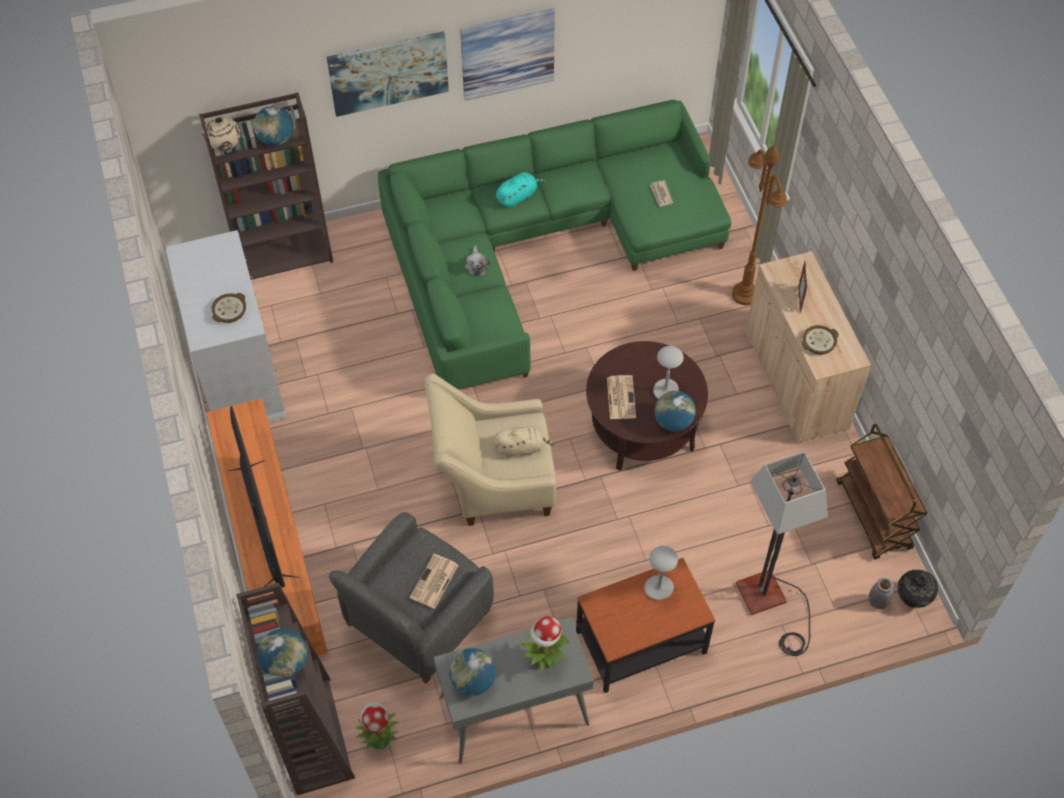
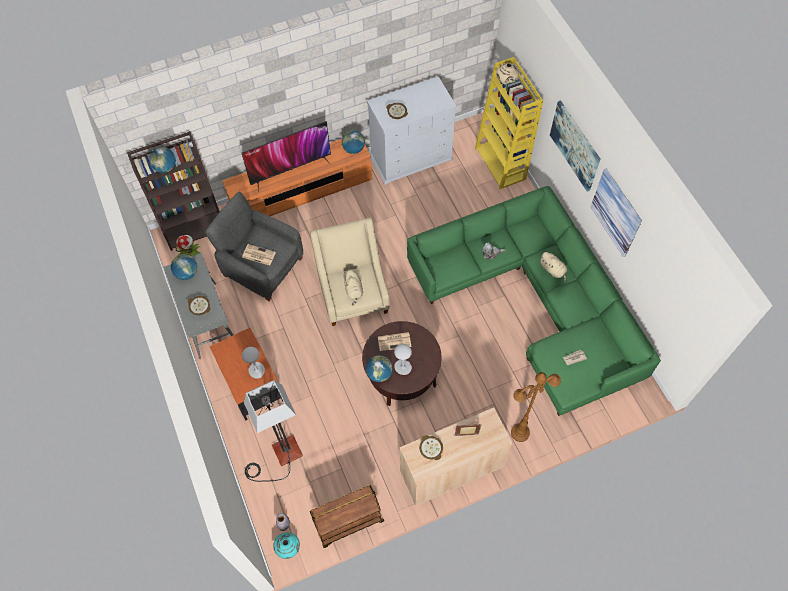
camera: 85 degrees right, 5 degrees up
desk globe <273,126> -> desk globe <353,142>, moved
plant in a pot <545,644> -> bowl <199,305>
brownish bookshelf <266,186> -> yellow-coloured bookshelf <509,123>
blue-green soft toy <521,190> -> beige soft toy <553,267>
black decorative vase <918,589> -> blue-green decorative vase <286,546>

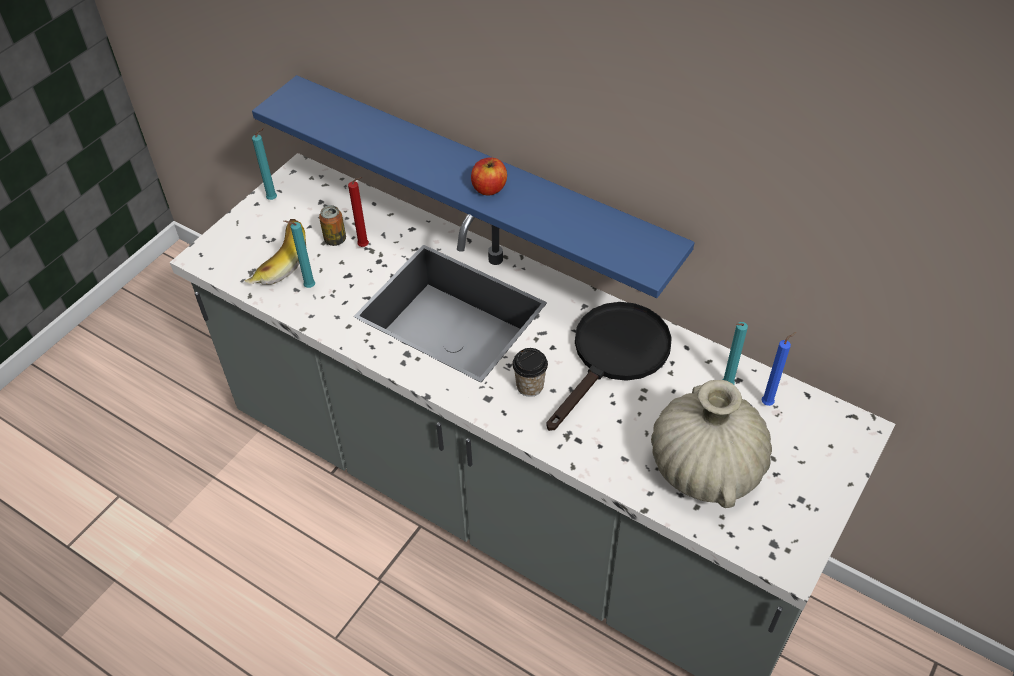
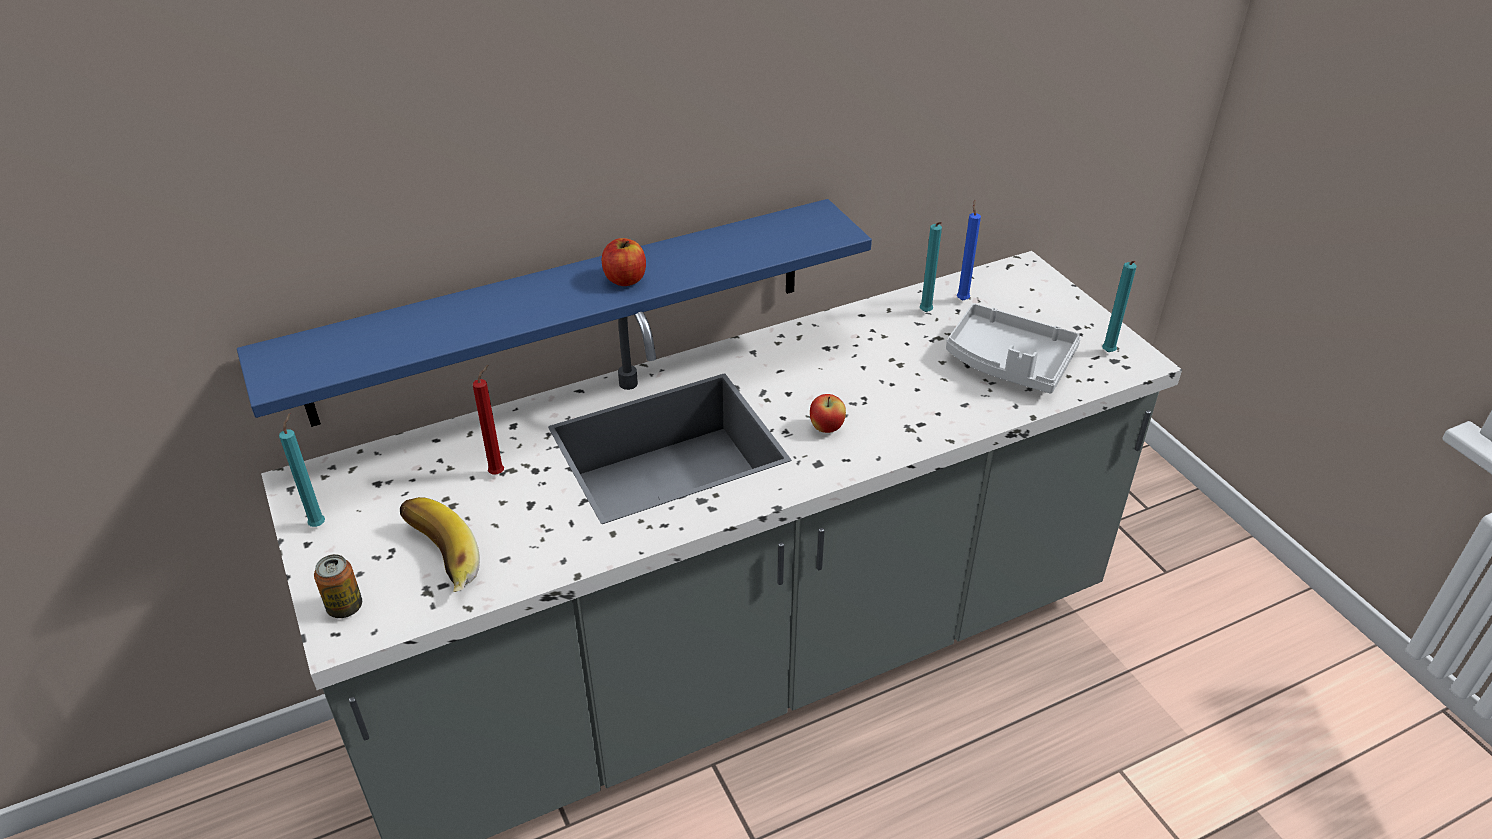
camera: 60 degrees left, 10 degrees down
black skillet <609,366> -> none
blue-green wax candle <299,254> -> blue-green wax candle <1119,306>, moved
can <332,225> -> can <338,586>, moved
cup <530,372> -> apple fruit <828,413>
beige decorative vase <711,444> -> gray carrying tray <1013,348>

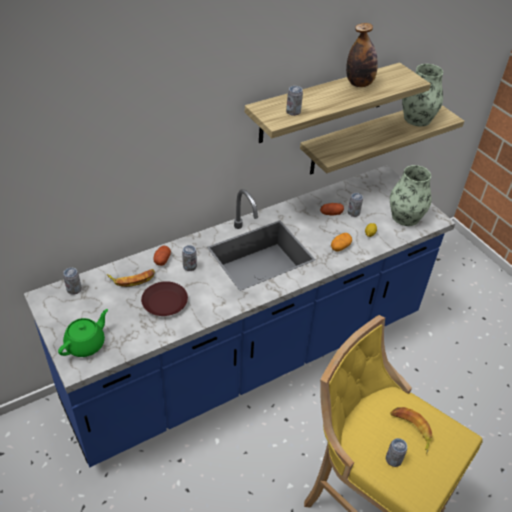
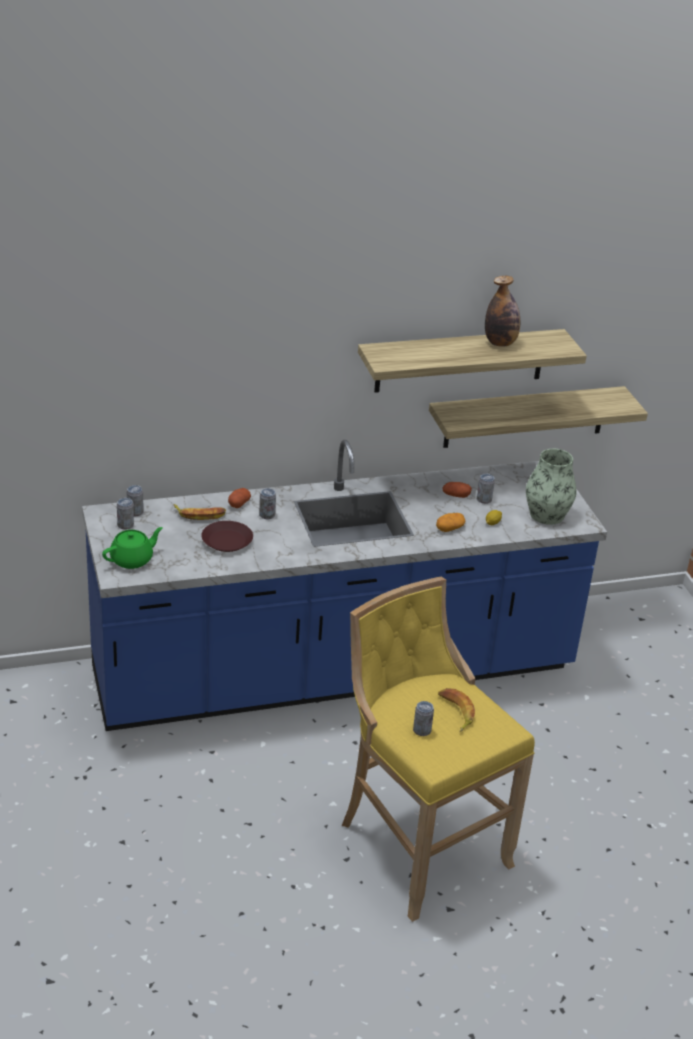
camera: 15 degrees right, 10 degrees down
decorative vase <422,95> -> none
can <294,101> -> can <125,514>, moved

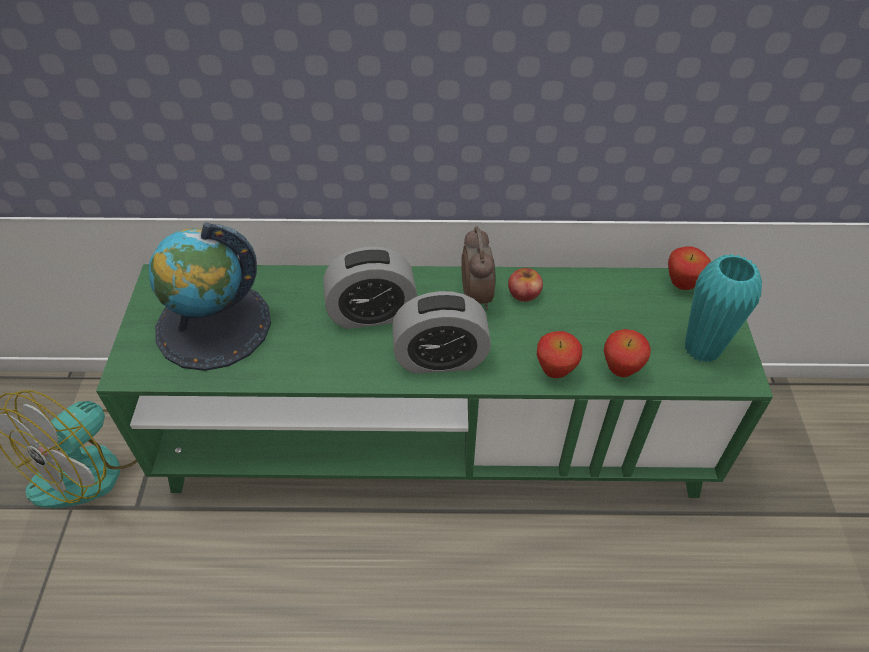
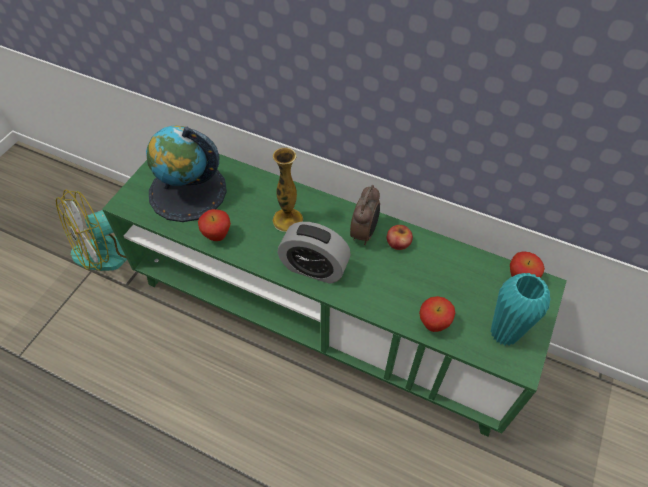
camera: 25 degrees right, 5 degrees up
apple fruit <559,354> -> apple fruit <214,225>, moved
bedside clock <370,288> -> decorative vase <288,190>

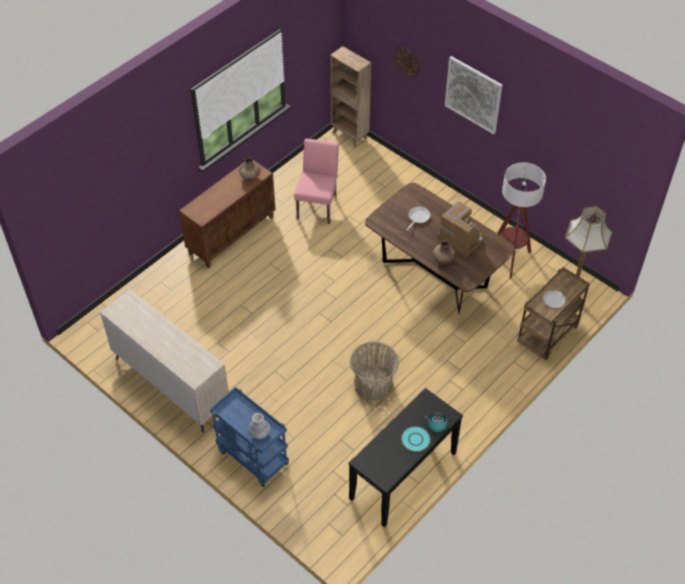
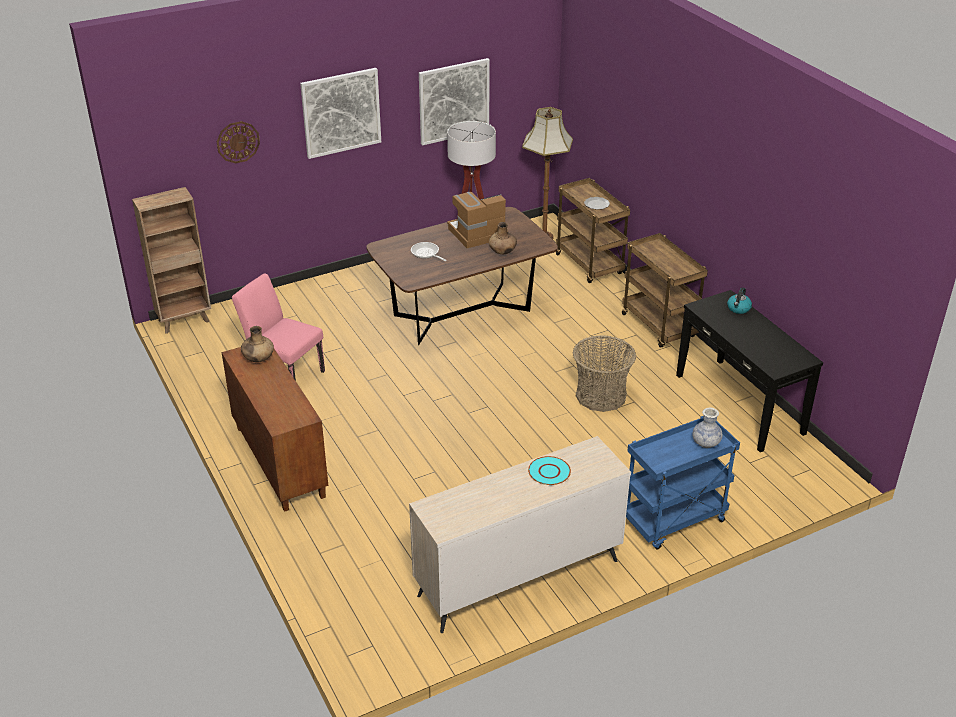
camera: 70 degrees left, 15 degrees down
none -> wall picture <454,102>
none -> brownish wheeled cart <665,290>
blue-green dinner plate <416,439> -> blue-green dinner plate <549,470>, moved

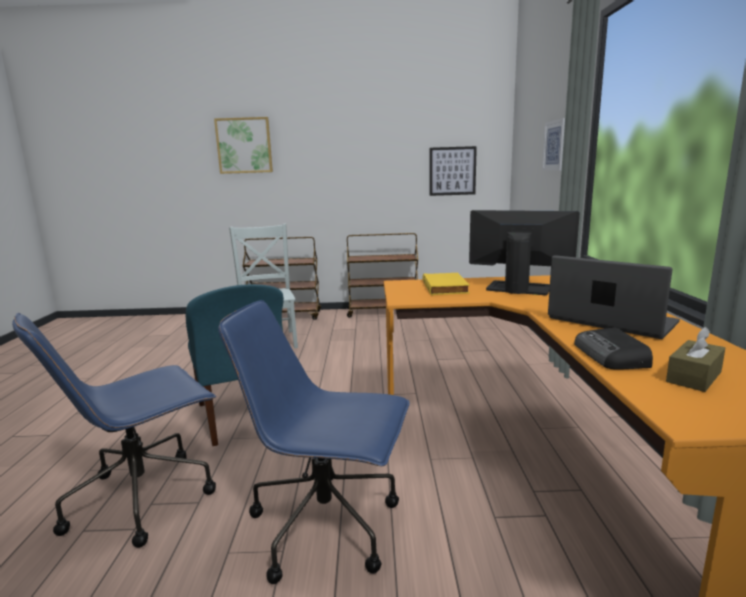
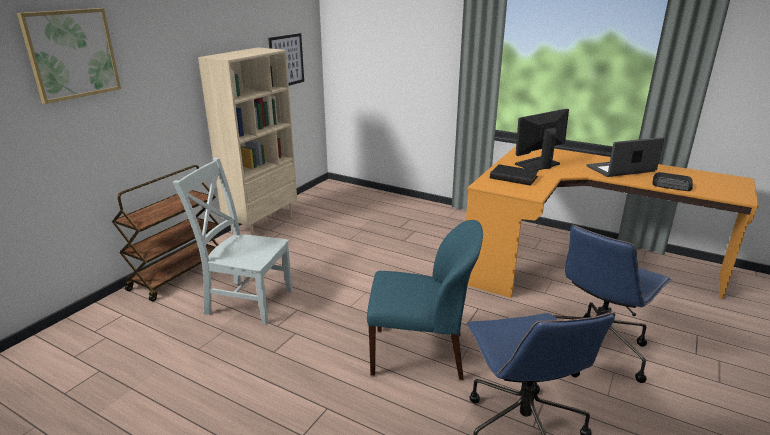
camera: 60 degrees left, 10 degrees up
wall picture <553,144> -> none
brownish box of tissues <695,359> -> none
brownish wheeled cart <382,275> -> beige bookshelf <247,141>
yellow-coloured volume <446,284> -> black volume <514,175>

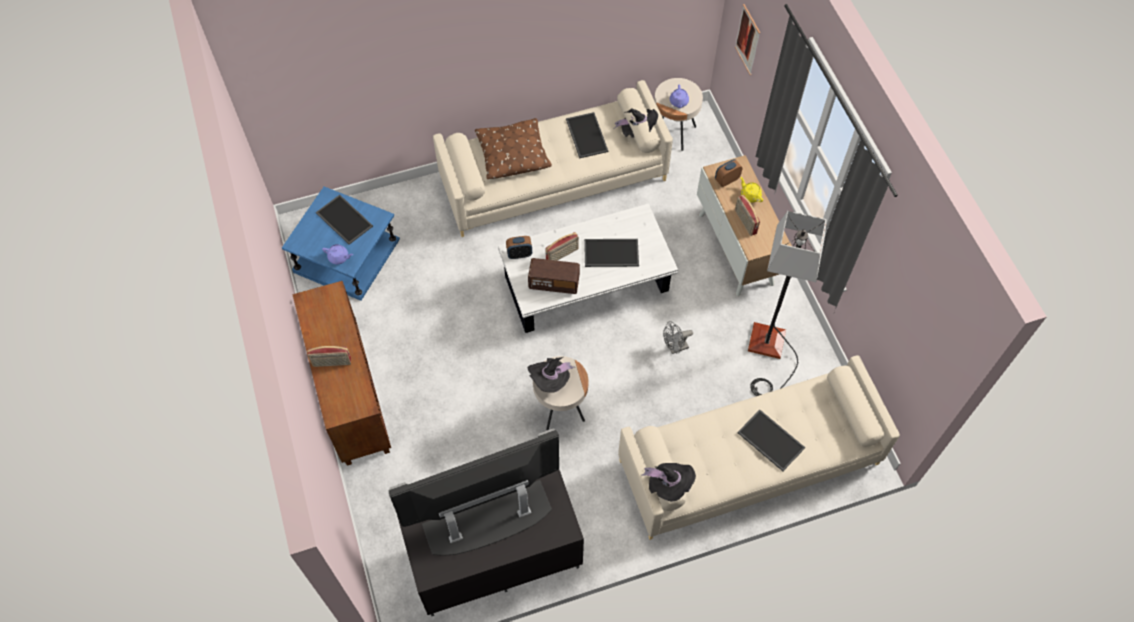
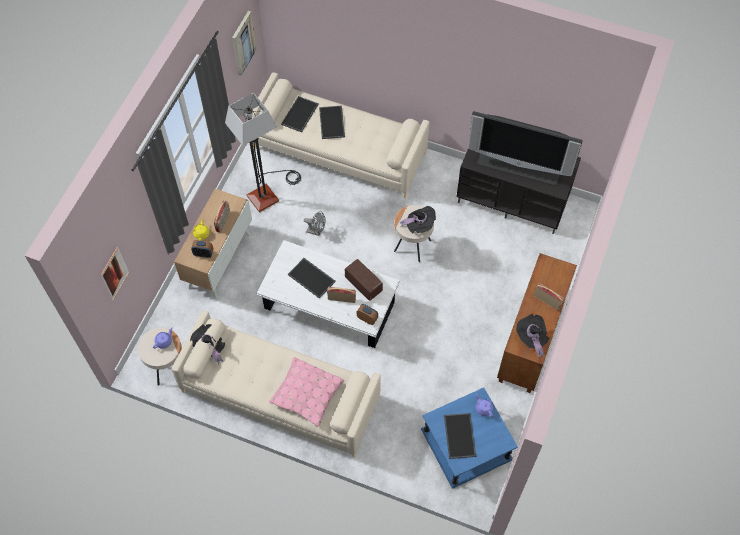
camera: 140 degrees left, 0 degrees up
none -> wall picture <244,43>
carrying tray <587,135> -> carrying tray <300,114>, moved
black clothing hat <668,482> -> black clothing hat <532,336>, moved
brownish pillow <513,148> -> pink-coloured pillow <306,392>

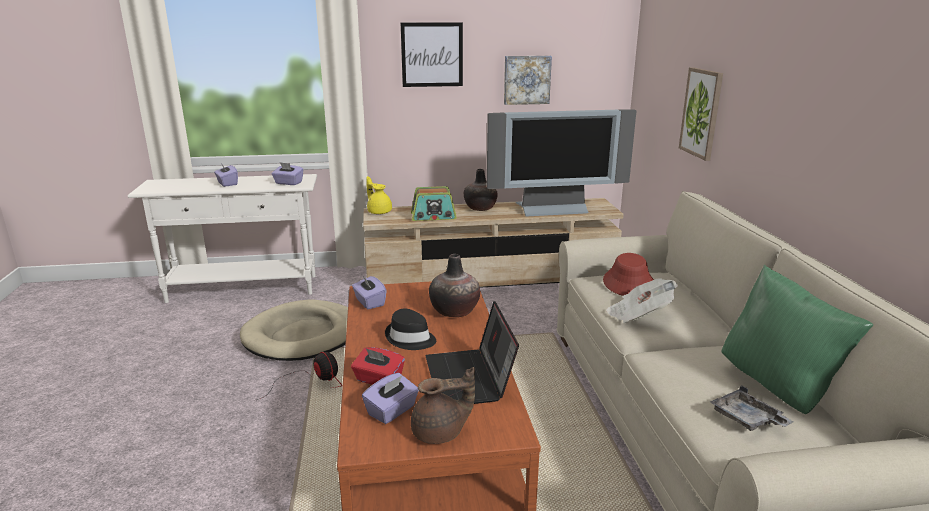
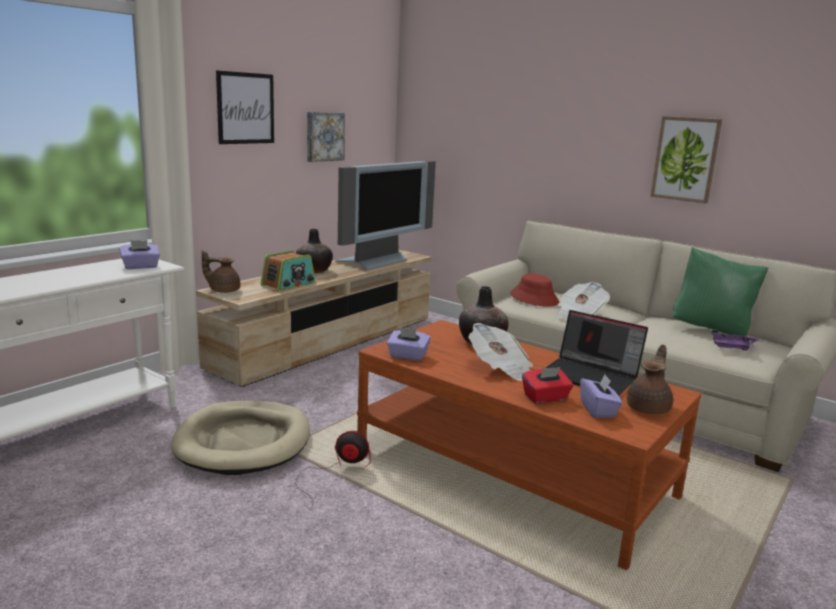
camera: 45 degrees left, 5 degrees down
purple-coloured box of tissues <226,175> -> none
wall picture <701,114> -> wall picture <686,160>, moved
black clothing hat <410,329> -> newspaper <501,352>
yellow-coloured teapot <379,195> -> brownish teapot <220,272>
gray carrying tray <752,408> -> purple-coloured carrying tray <735,340>

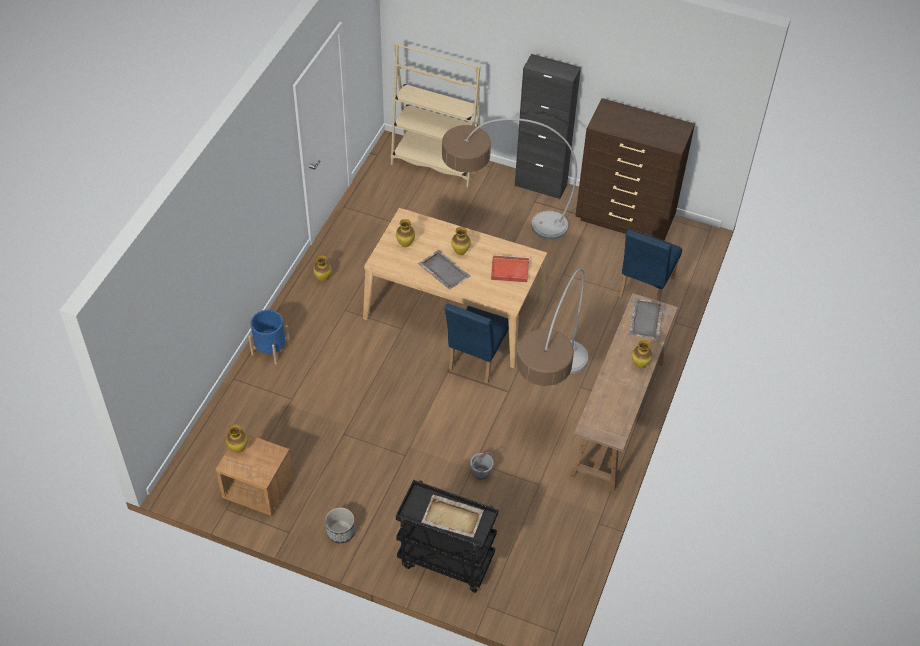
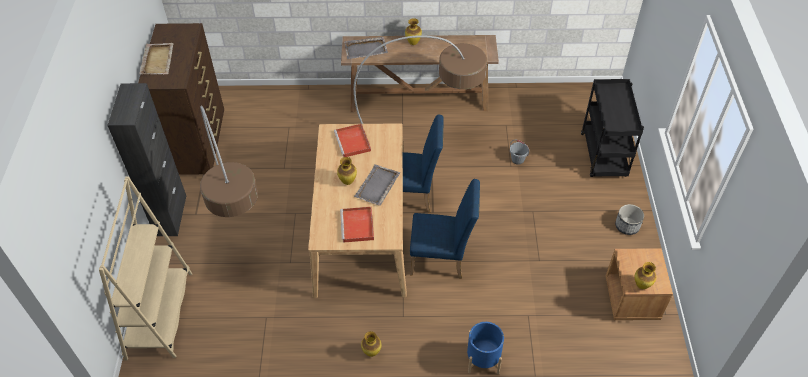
camera: 110 degrees left, 0 degrees up
beige carrying tray <452,516> -> beige carrying tray <156,59>, moved
blue-coloured upright chair <650,266> -> blue-coloured upright chair <445,229>, moved
decorative vase <405,233> -> red-coloured carrying tray <357,225>

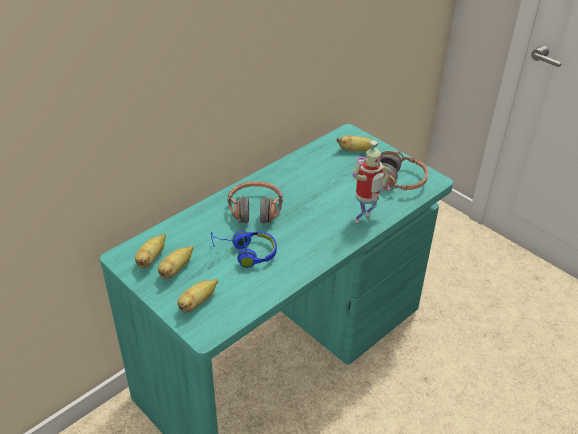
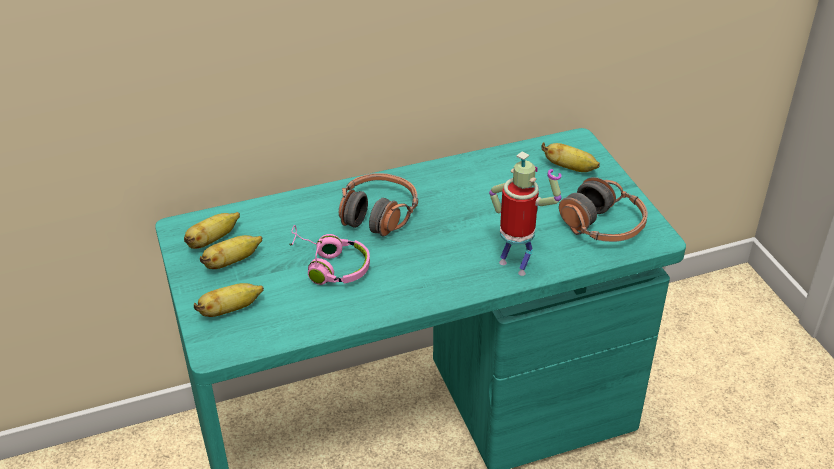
camera: 25 degrees right, 0 degrees up
blue-coloured pair of headphones <244,249> -> pink-coloured pair of headphones <329,255>
model robot <372,181> -> model robot <525,214>, 120 degrees counterclockwise

